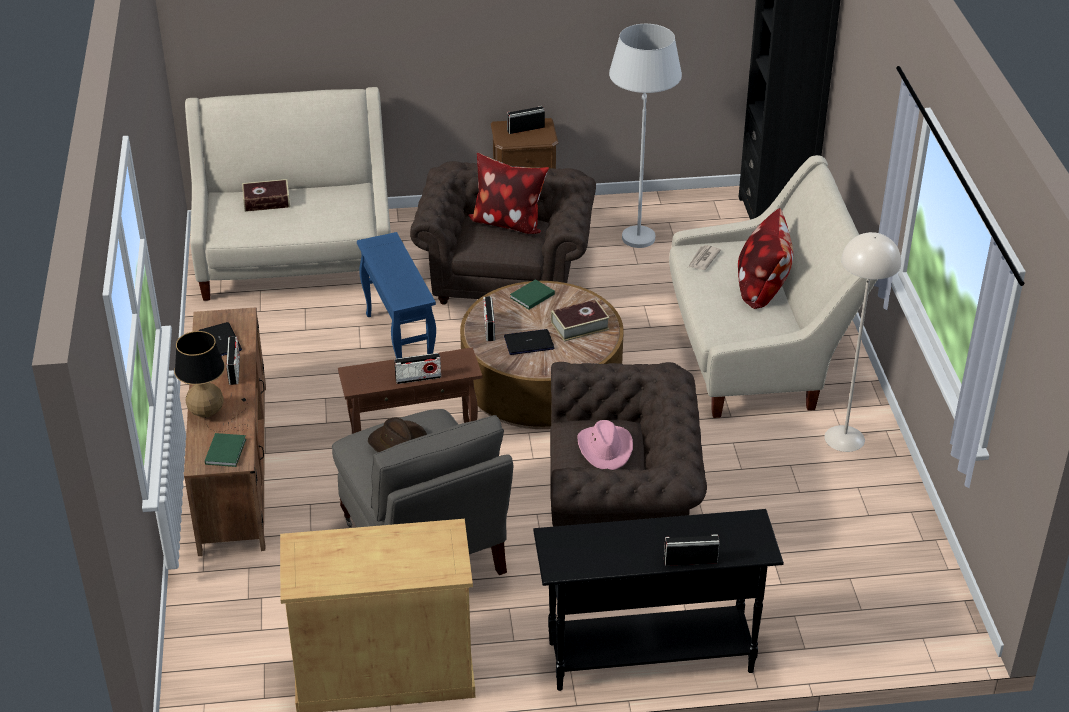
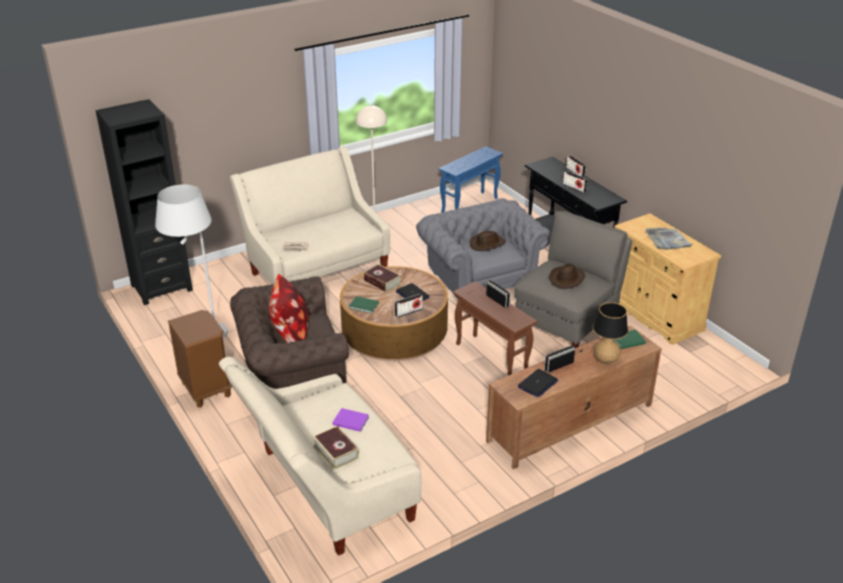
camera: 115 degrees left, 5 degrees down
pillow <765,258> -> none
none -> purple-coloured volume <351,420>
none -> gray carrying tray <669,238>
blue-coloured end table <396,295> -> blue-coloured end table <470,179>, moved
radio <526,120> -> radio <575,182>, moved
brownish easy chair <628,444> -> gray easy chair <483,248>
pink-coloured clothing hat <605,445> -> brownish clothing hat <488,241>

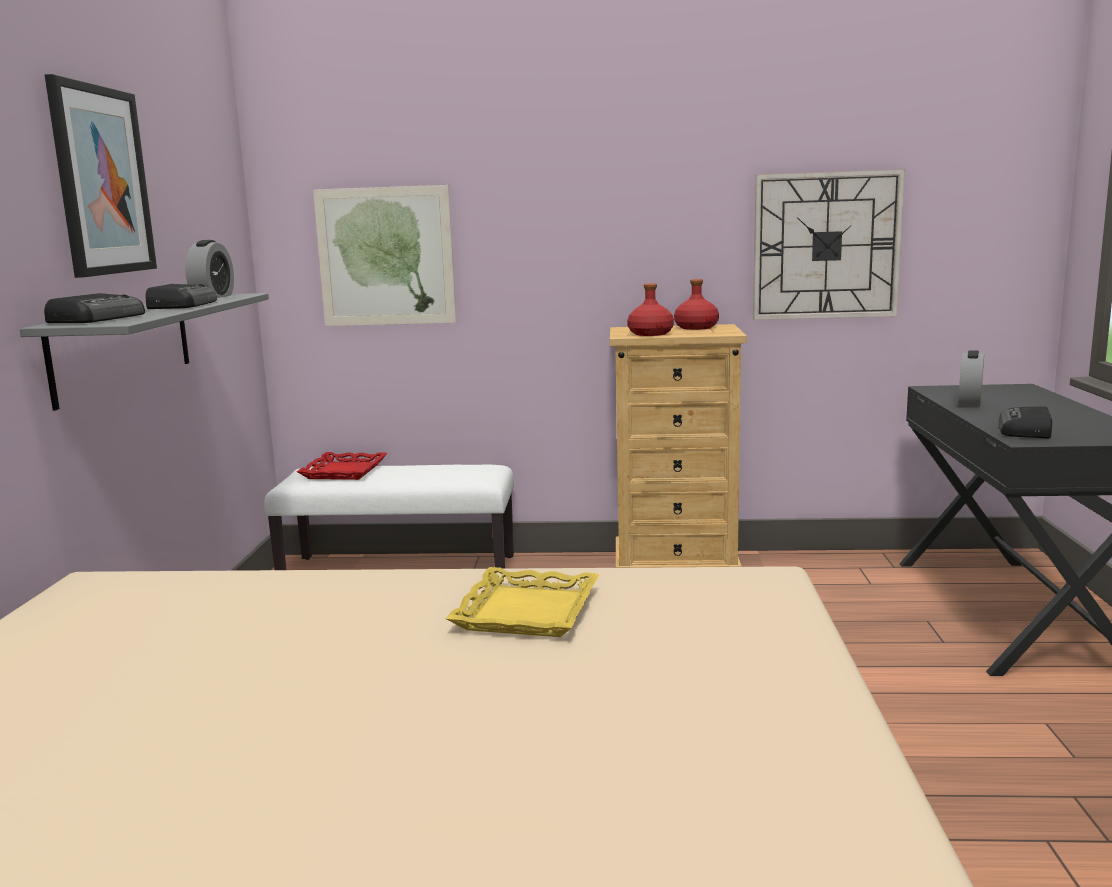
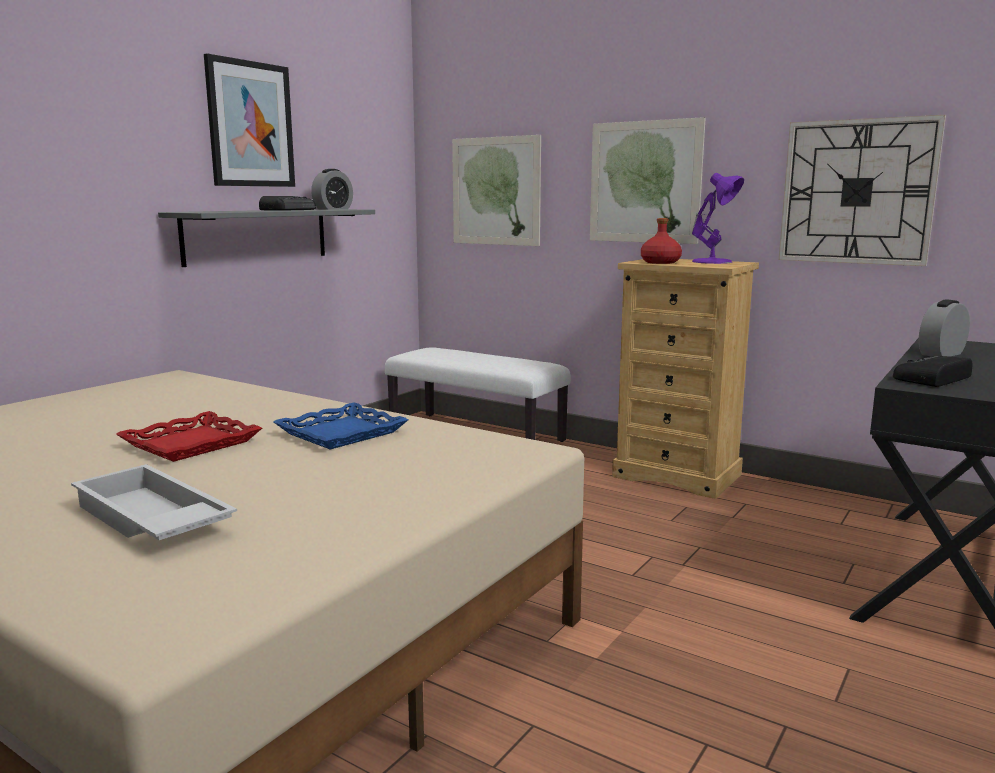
camera: 30 degrees right, 0 degrees up
radio <94,308> -> none
none -> whitish carrying tray <154,502>
none -> wall picture <648,180>
red-coloured carrying tray <342,466> -> red-coloured carrying tray <189,436>, moved
red-coloured beverage bottle <696,304> -> purple-coloured tabletop lamp <718,218>
yellow-coloured carrying tray <522,602> -> blue-coloured carrying tray <341,426>

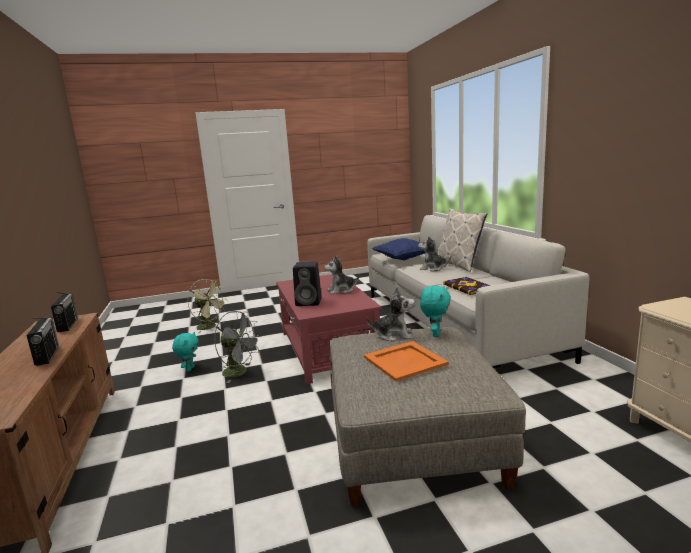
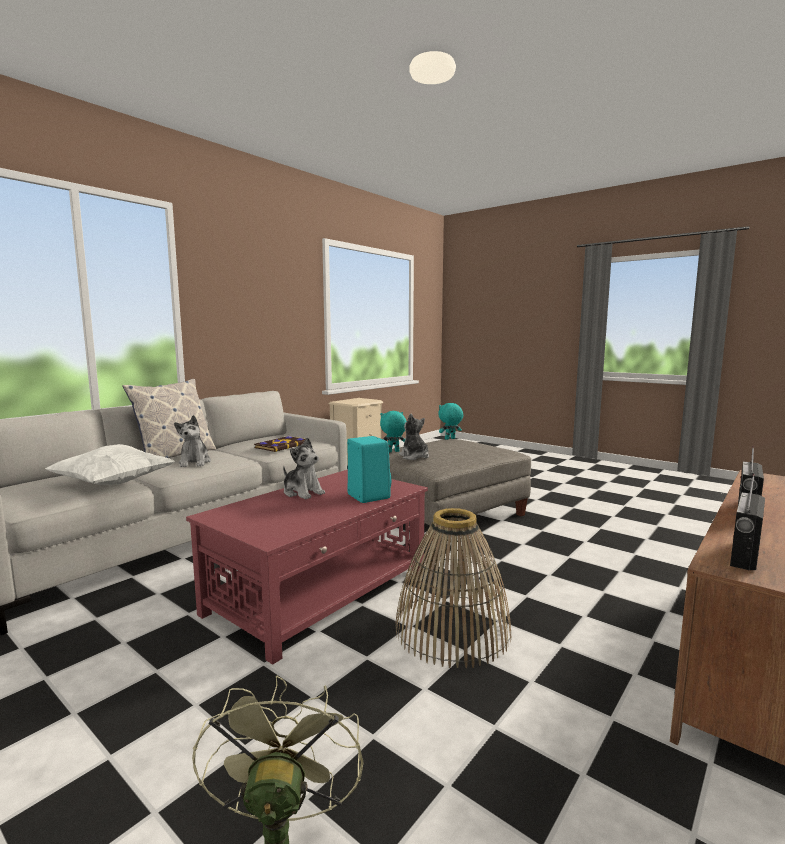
camera: 125 degrees left, 5 degrees down
orange-coloured carrying tray <406,361> -> none
blue-green soft toy <185,352> -> blue-green soft toy <450,421>, moved
gray cooling fan <237,347> -> household basket <453,588>
black loudspeaker <307,284> -> blue-green loudspeaker <369,469>
blue-coloured pillow <398,249> -> whitish pillow <109,465>

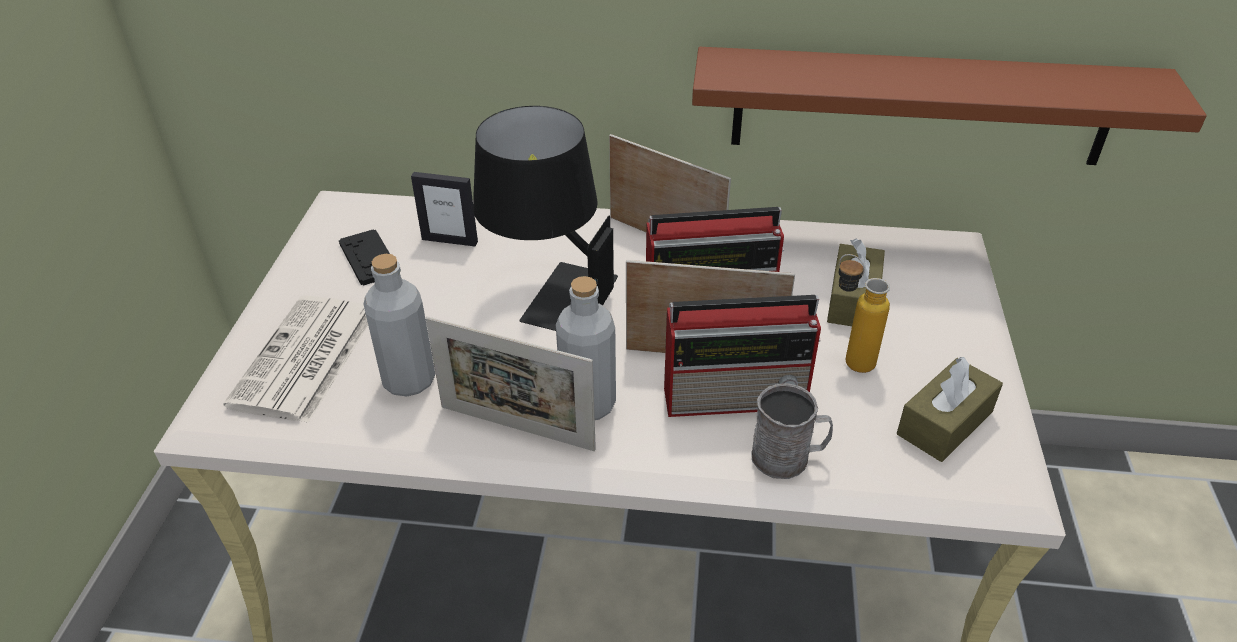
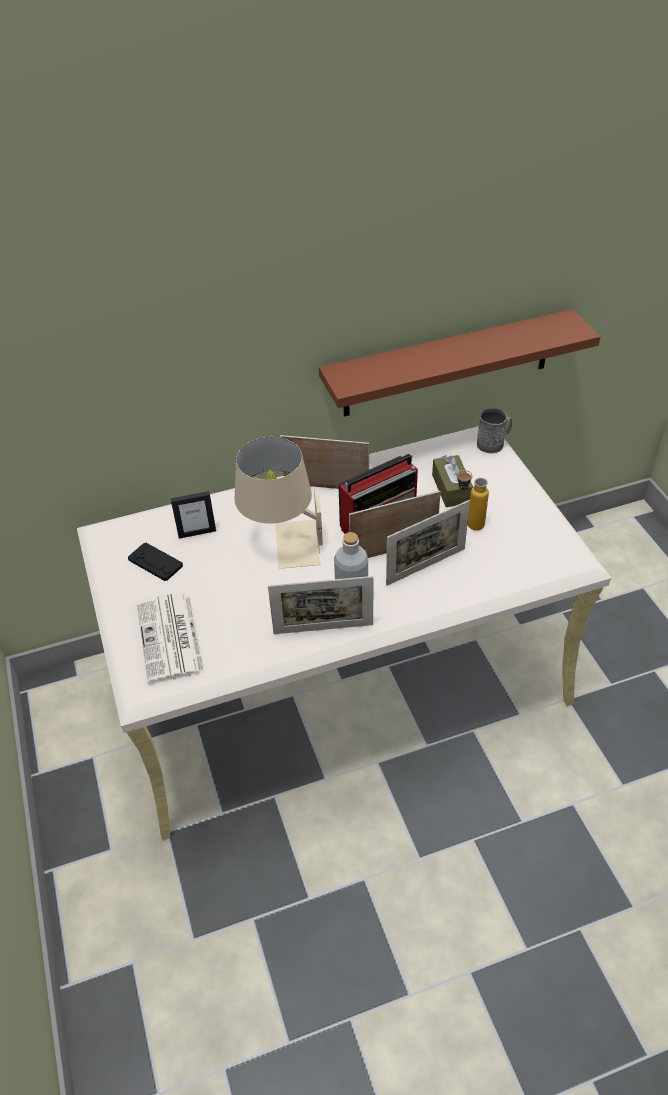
camera: 25 degrees left, 5 degrees up
gray beverage bottle <399,325> -> none
brownish box of tissues <950,409> -> none
gray mug <792,431> -> gray mug <494,431>, moved
radio <742,356> -> photo frame <428,543>
black tabletop lamp <545,218> -> beige tabletop lamp <279,503>

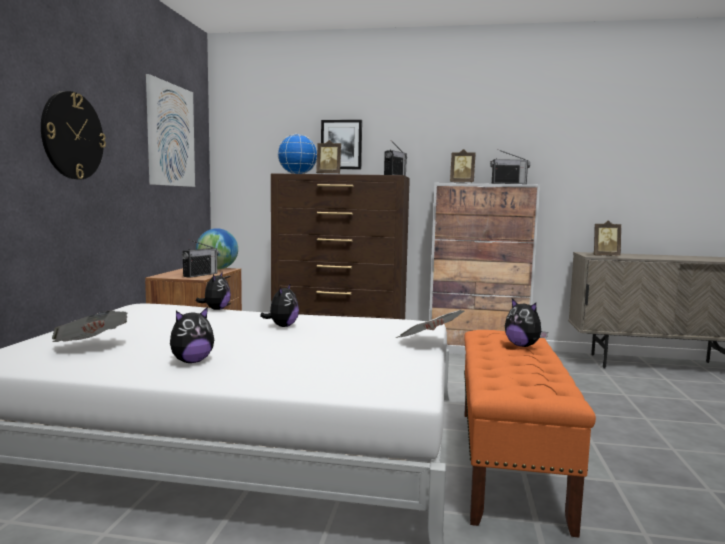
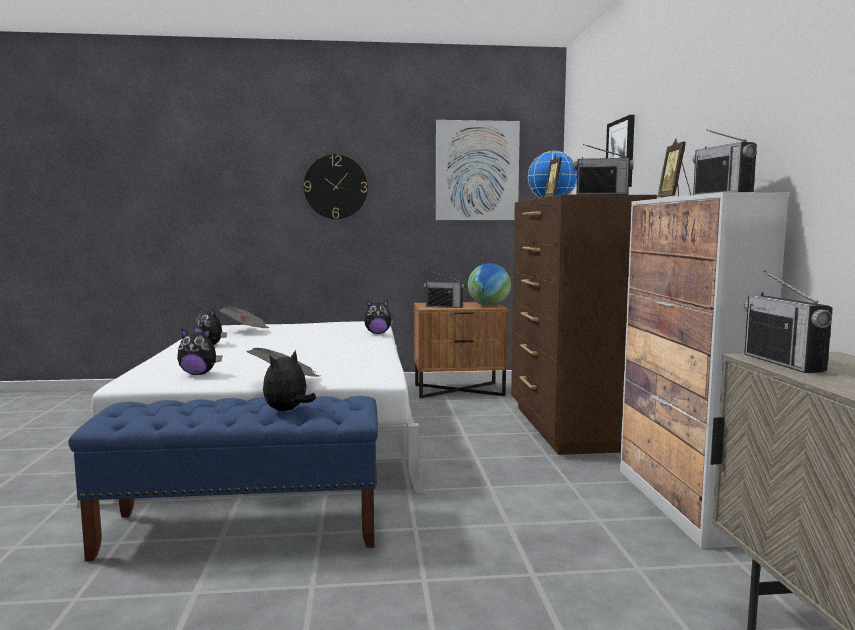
camera: 75 degrees right, 0 degrees up
soft toy <279,305> -> soft toy <199,351>, moved
photo frame <607,238> -> radio <788,322>
orange-coloured bench <530,434> -> blue-coloured bench <223,479>

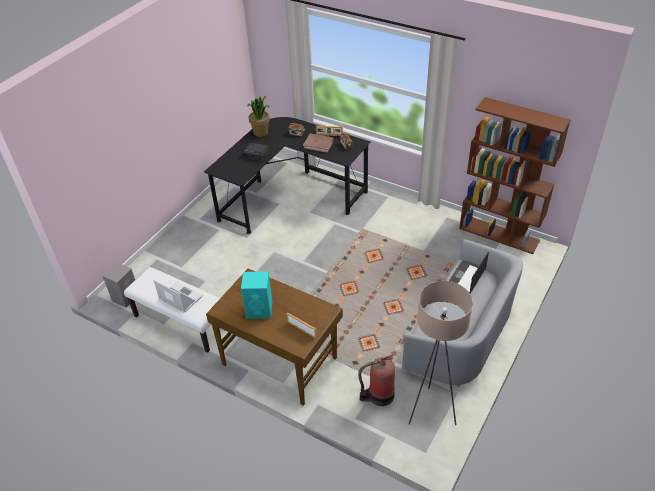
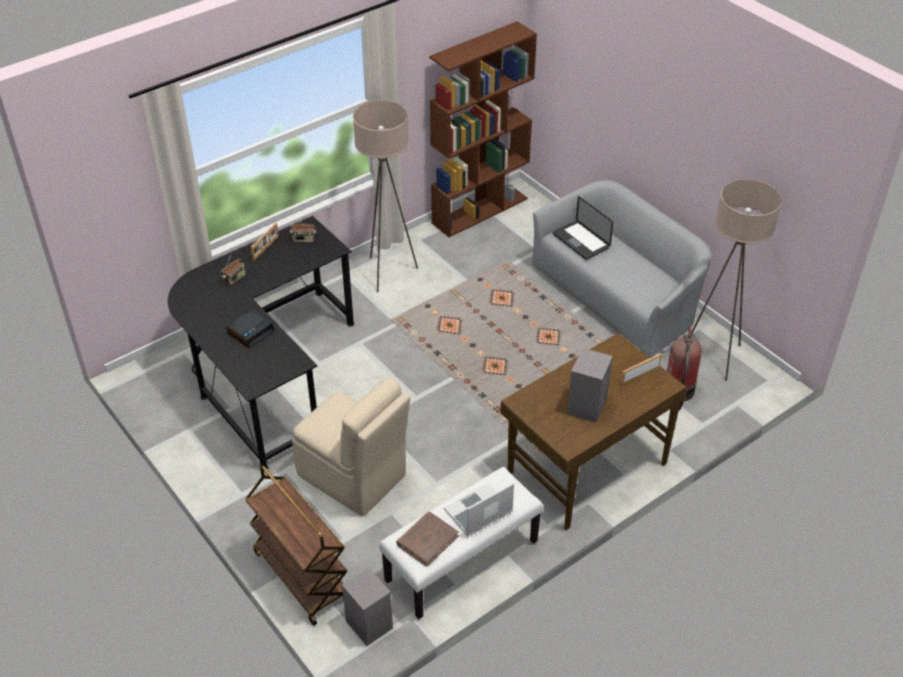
camera: 70 degrees left, 0 degrees up
plant in a pot <258,116> -> none
none -> brownish wheeled cart <296,545>
none -> beige upright chair <351,447>
none -> beige standing lamp <385,196>
brownish volume <318,143> -> brownish volume <427,539>, moved
blue-green loudspeaker <257,295> -> gray loudspeaker <590,385>

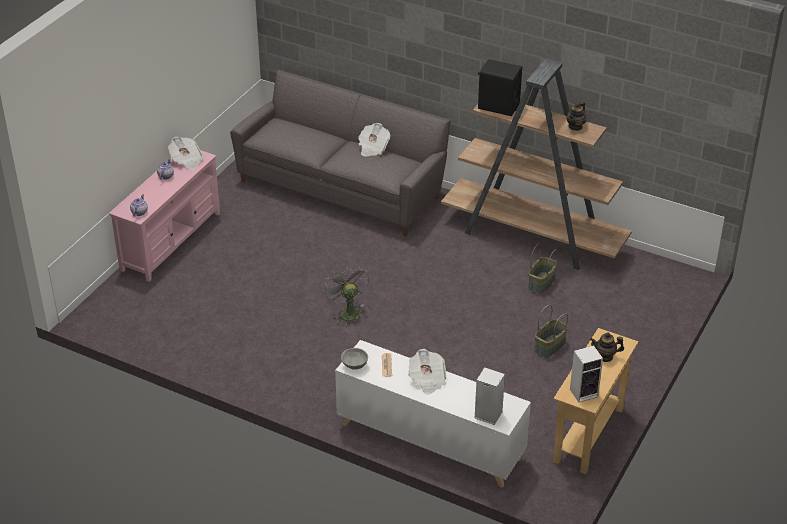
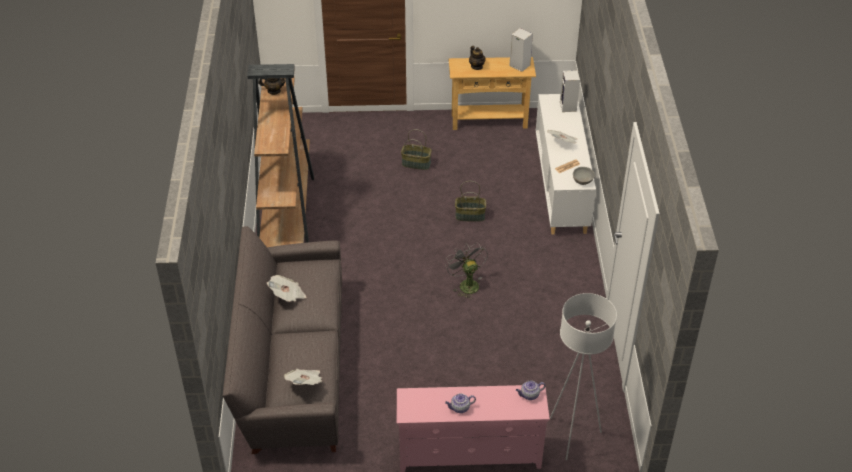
camera: 120 degrees left, 5 degrees up
black loudspeaker <500,87> -> none
none -> whitish standing lamp <583,376>
newspaper <186,153> -> newspaper <303,377>, moved
household basket <543,268> -> household basket <470,201>, moved
gray cooling fan <346,295> -> gray cooling fan <466,270>, 120 degrees clockwise

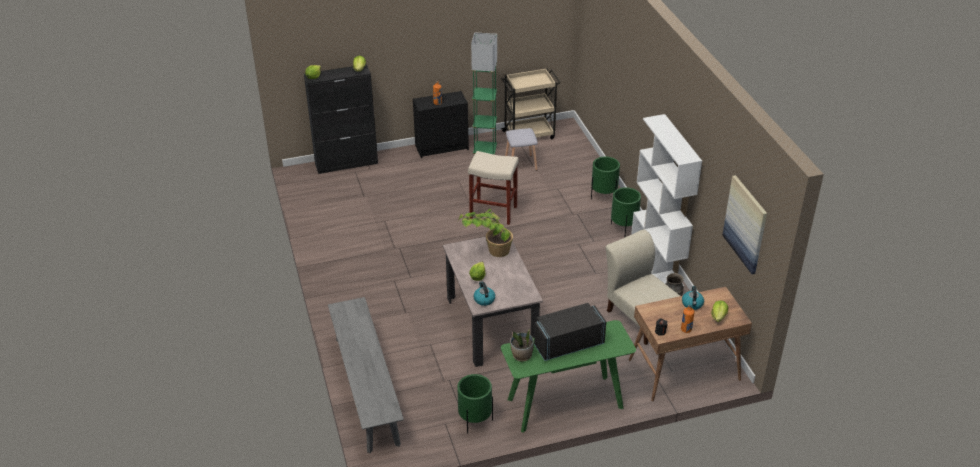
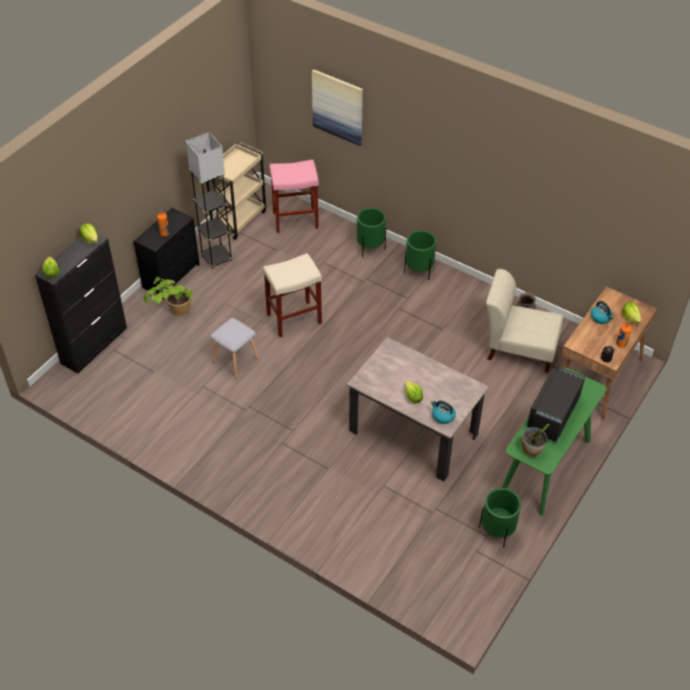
camera: 40 degrees left, 10 degrees up
gray bench <366,375> -> none
whitish bookshelf <666,200> -> none
none -> pink-coloured stool seat <294,196>
plant in a pot <485,232> -> plant in a pot <168,296>, moved
gray stool seat <521,149> -> gray stool seat <234,348>, moved
wall picture <744,224> -> wall picture <337,107>, moved
greenish standing lamp <484,93> -> gray standing lamp <209,200>

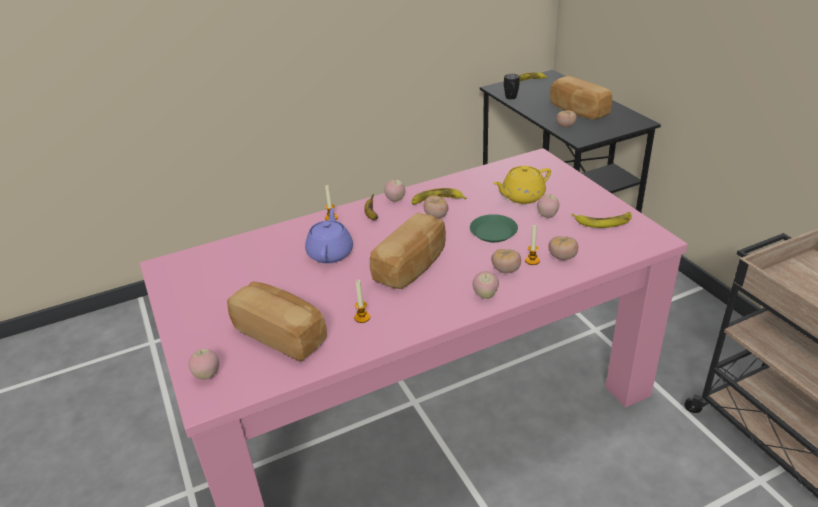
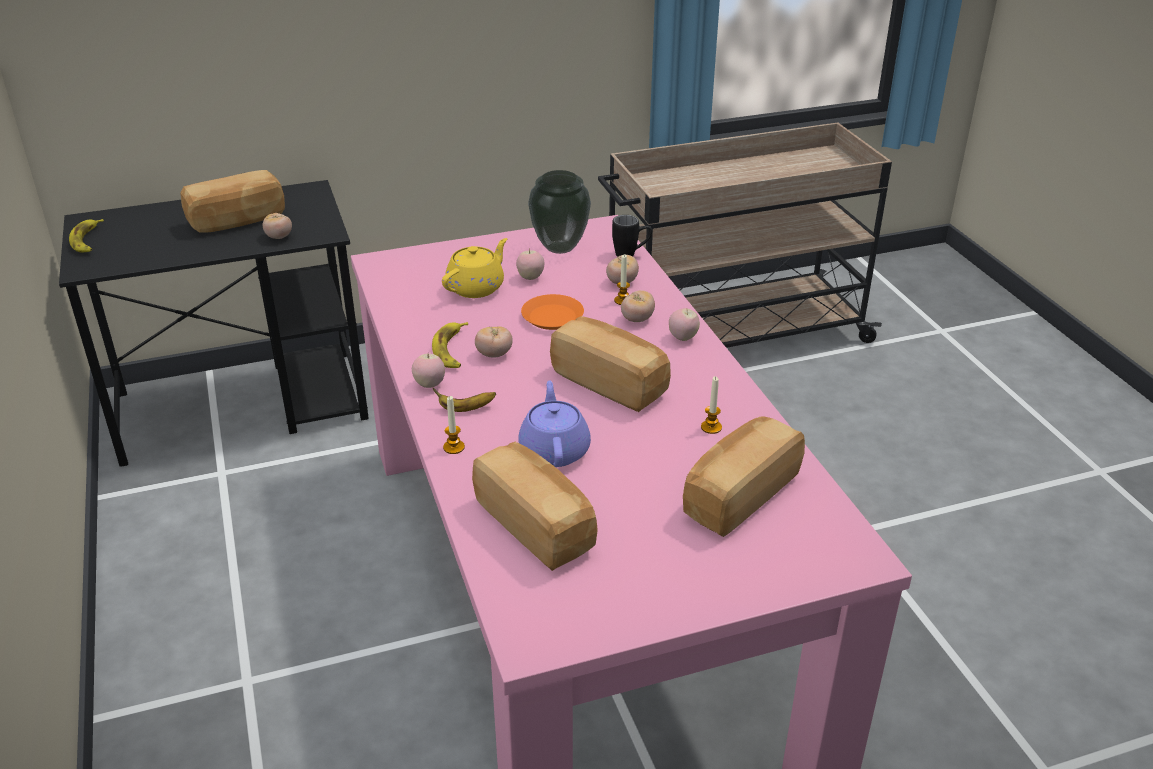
camera: 85 degrees left, 0 degrees up
apple fruit <204,364> -> none
none -> bread <535,506>
black mug <512,86> -> black mug <632,236>, moved
banana fruit <602,220> -> decorative vase <559,212>
greenish dinner plate <494,228> -> orange-coloured dinner plate <552,312>
purple-coloured teapot <329,235> -> purple-coloured teapot <554,423>, 75 degrees clockwise
yellow-coloured teapot <522,185> -> yellow-coloured teapot <474,268>, 120 degrees counterclockwise

